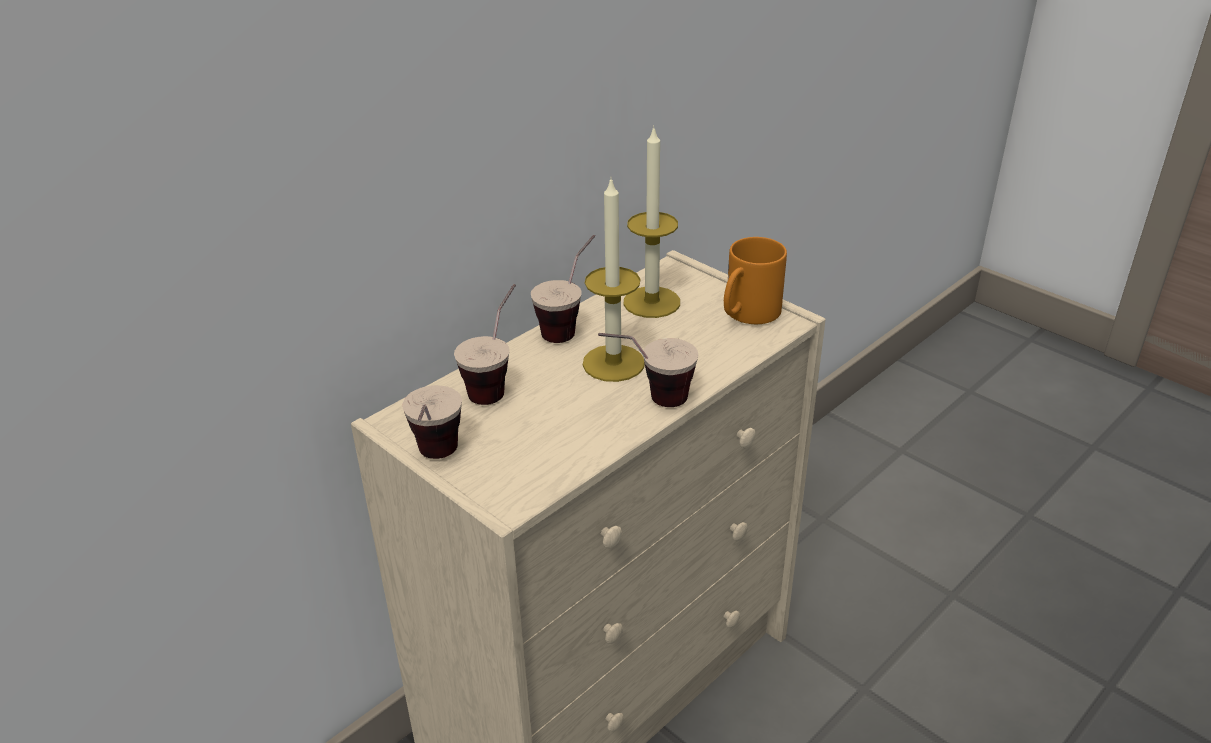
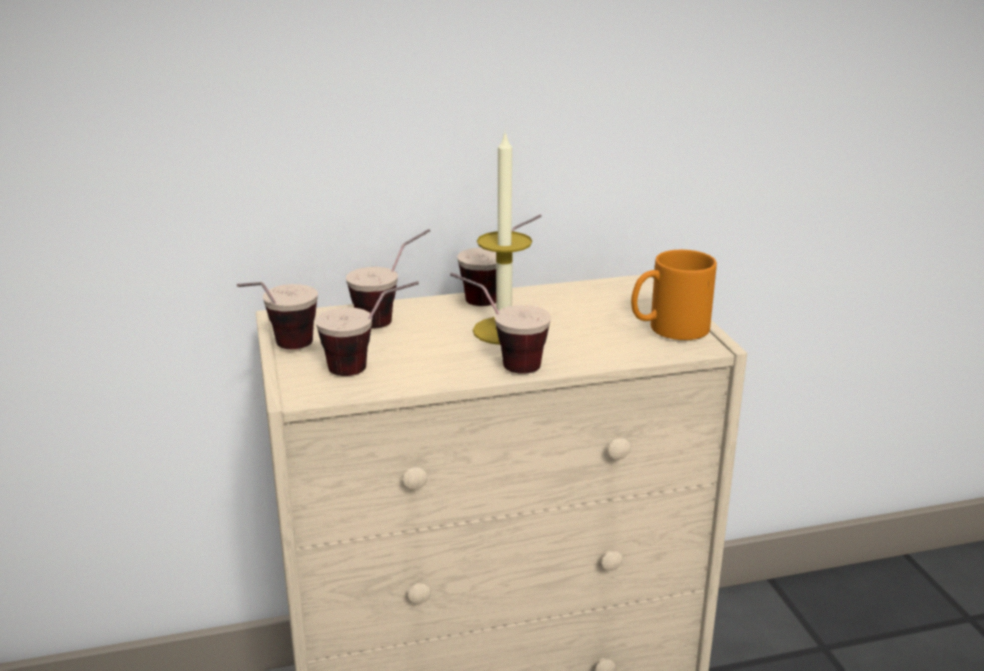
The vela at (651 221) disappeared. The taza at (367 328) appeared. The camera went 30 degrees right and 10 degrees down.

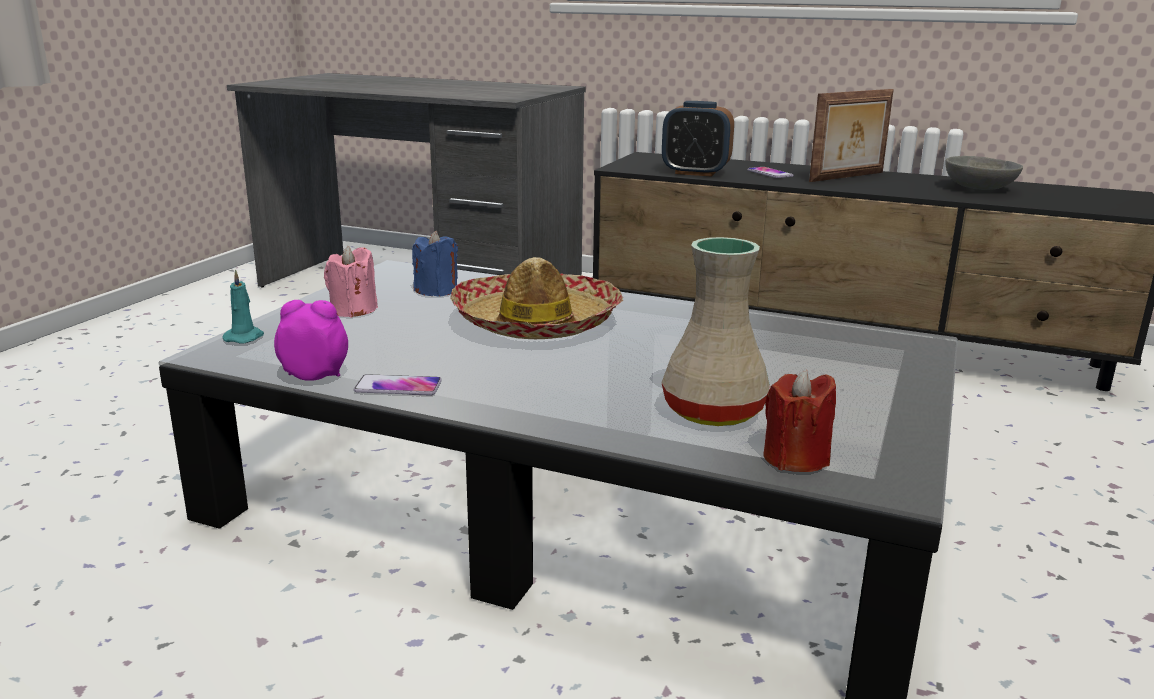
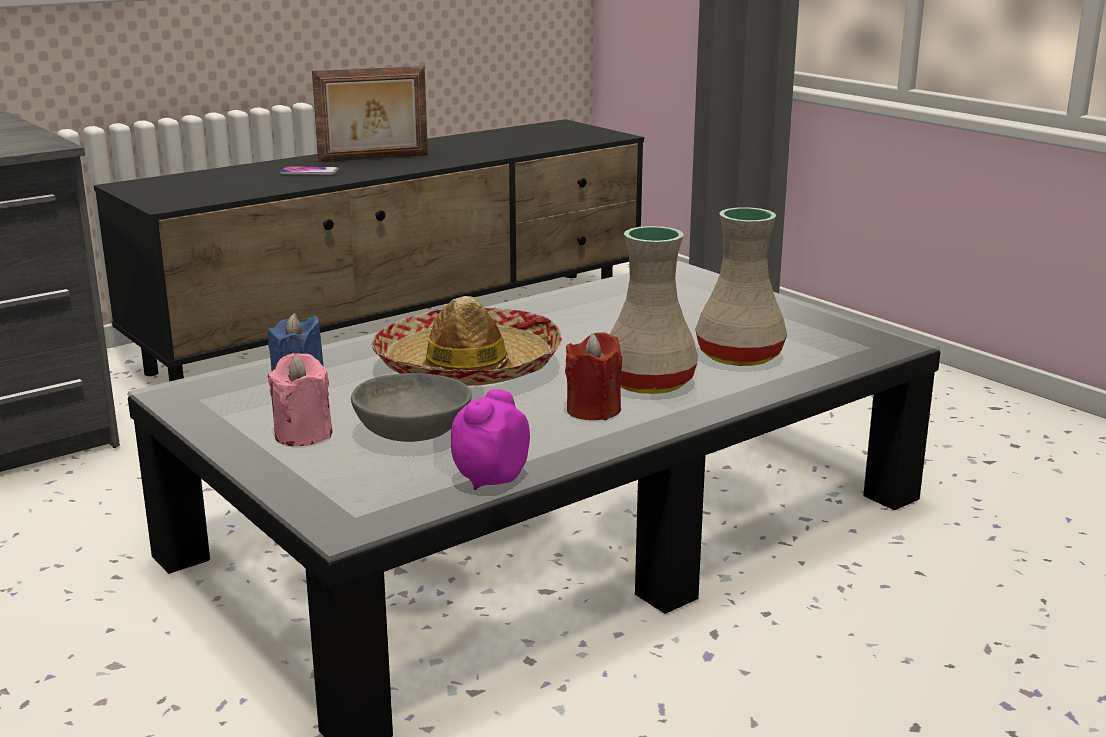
The portarretratos at (851 135) turned 75 degrees clockwise. The despertador at (698 139) disappeared. The cuenco (gris) moved from (984 173) to (411 407). The vela (turquesa) at (243 307) disappeared. The vela (rojo) moved from (799 420) to (593 376). The móvil at (398 385) disappeared. The florero (beis) at (654 310) appeared. The camera went 60 degrees left and 0 degrees up.

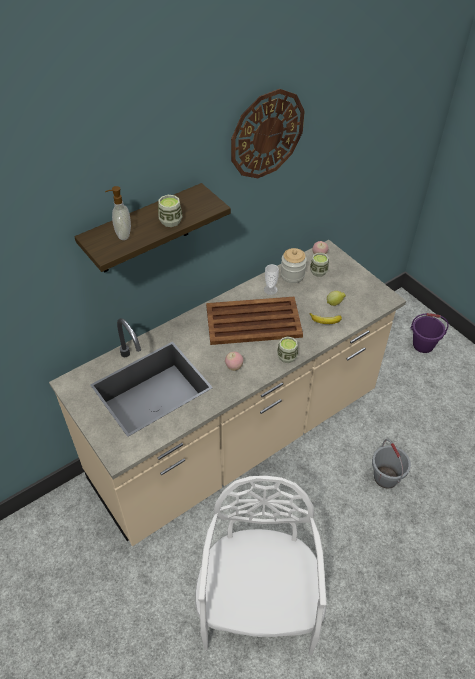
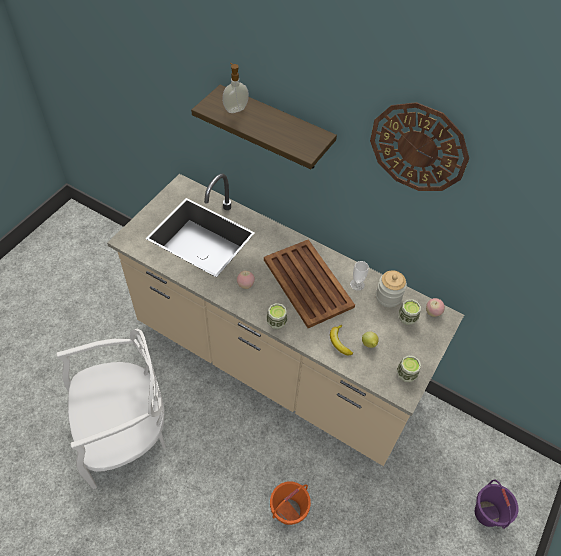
The taza moved from (170 211) to (409 368). The cubo (gris) at (391 464) became the cubo (naranja) at (290 503). The camera went 65 degrees right and 5 degrees up.

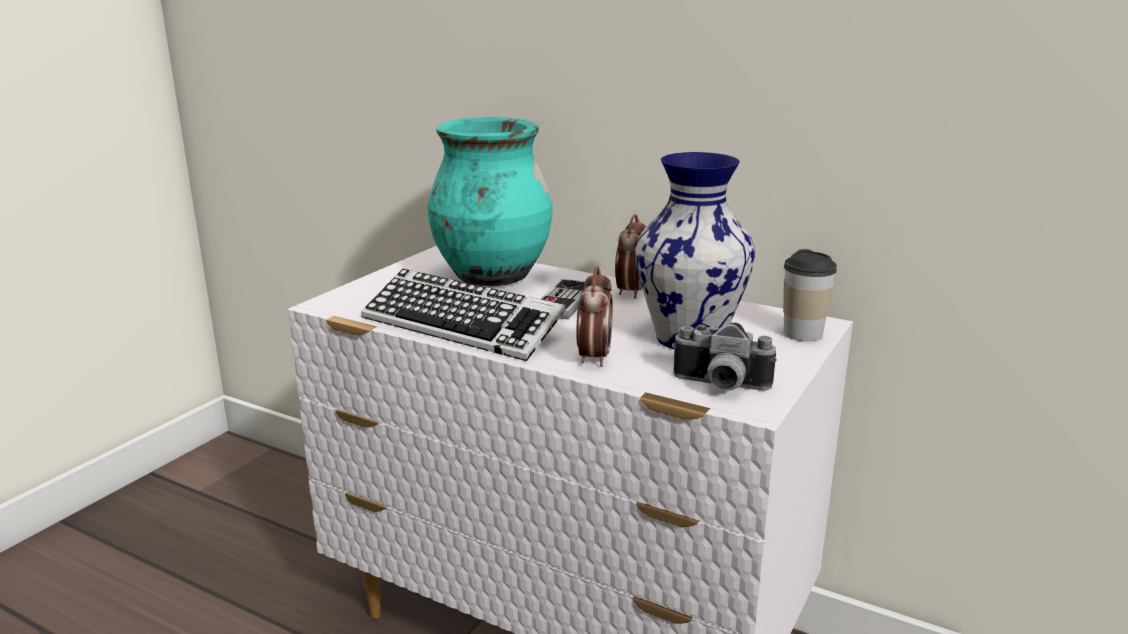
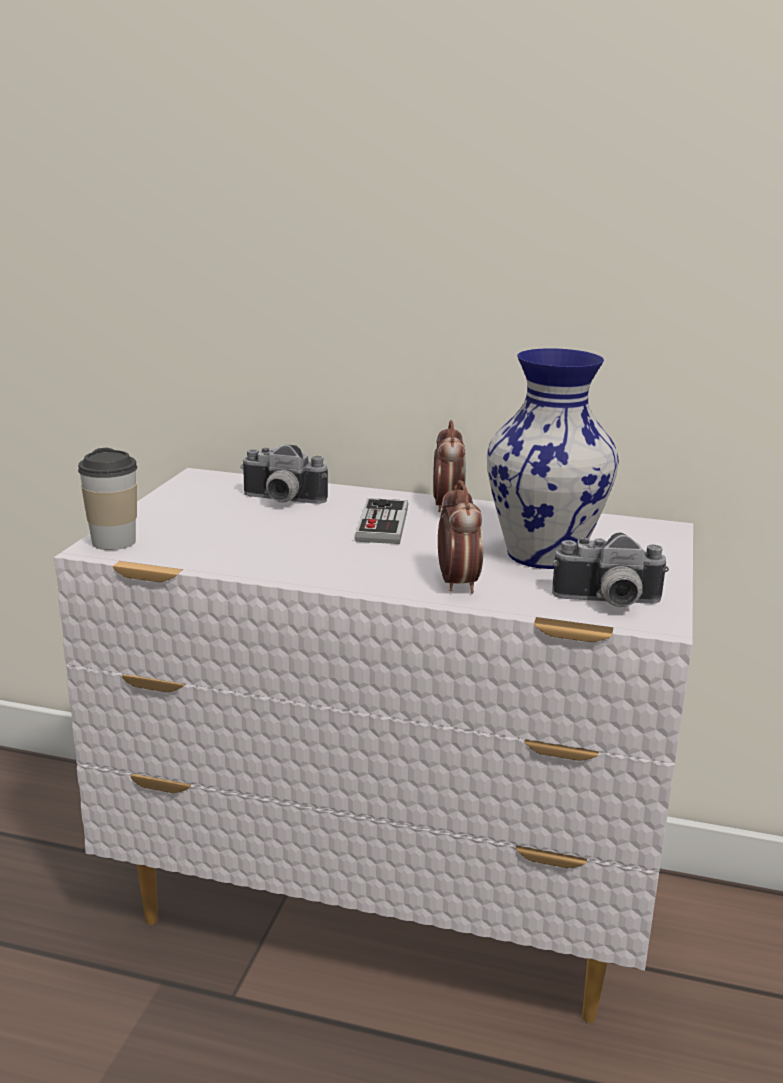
The florero (turquesa) at (490 201) was replaced by the cámara at (284 474). The taza moved from (810 295) to (107 499). The teclado at (463 315) disappeared. The camera went 15 degrees left and 0 degrees up.

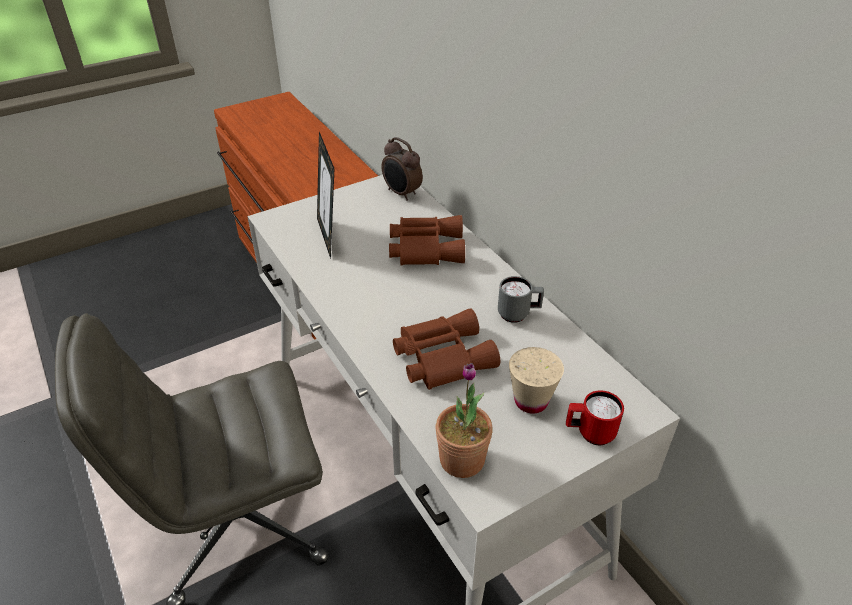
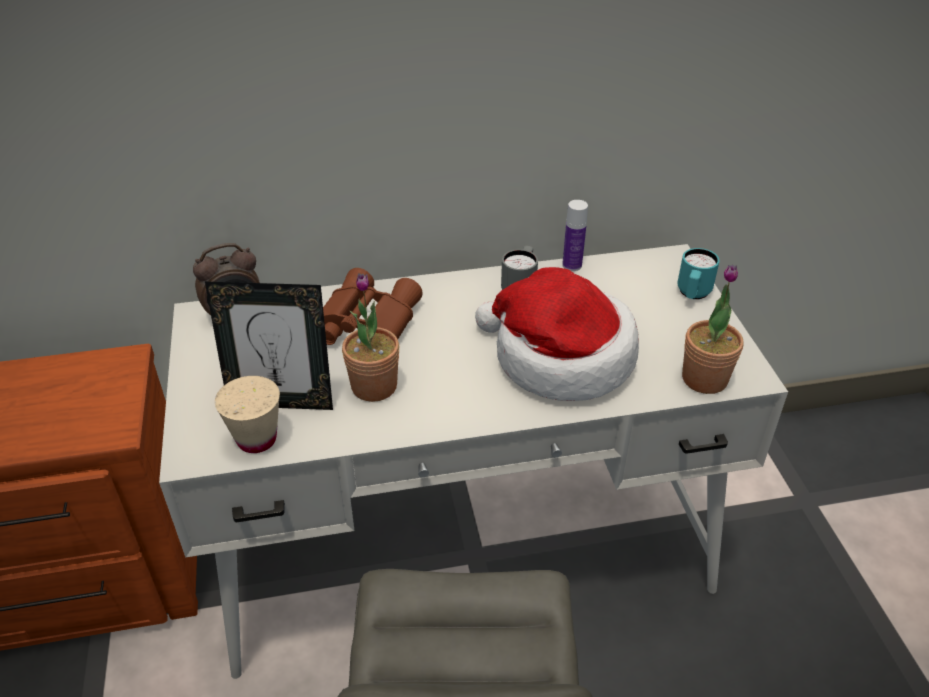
The prismáticos (marrón) at (446 349) was replaced by the sombrero at (557 334). The taza (beis) moved from (536 380) to (247 414). The taza grande (rojo) at (595 417) became the taza grande (turquesa) at (698 273). The botella at (575 235) appeared. The planta en maceta at (370 337) appeared. The camera went 70 degrees left and 0 degrees up.

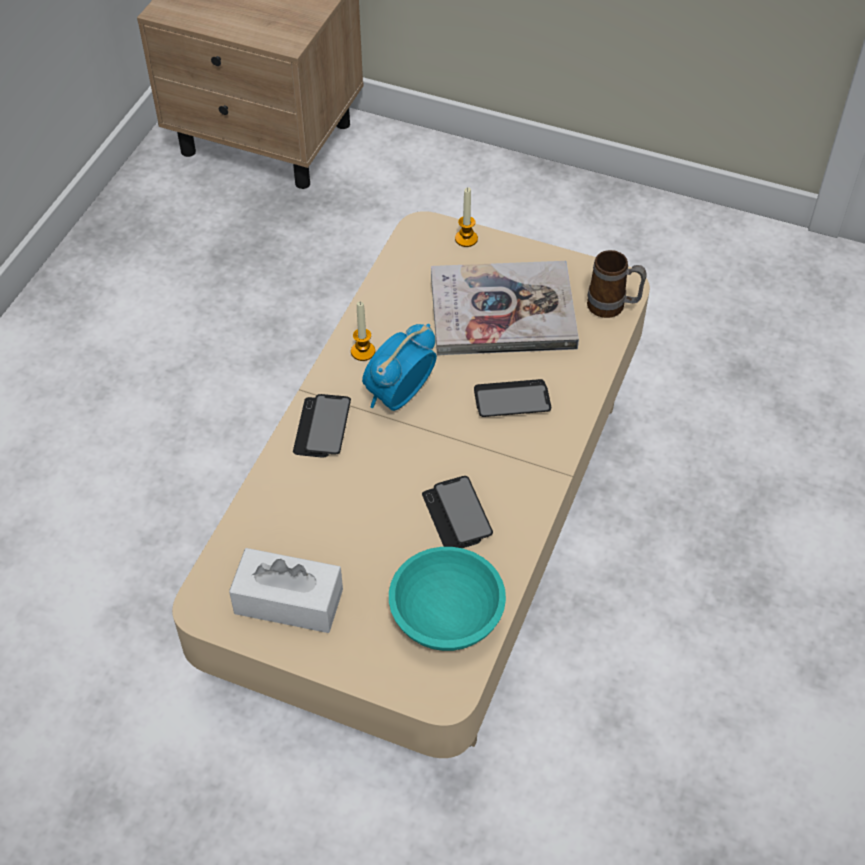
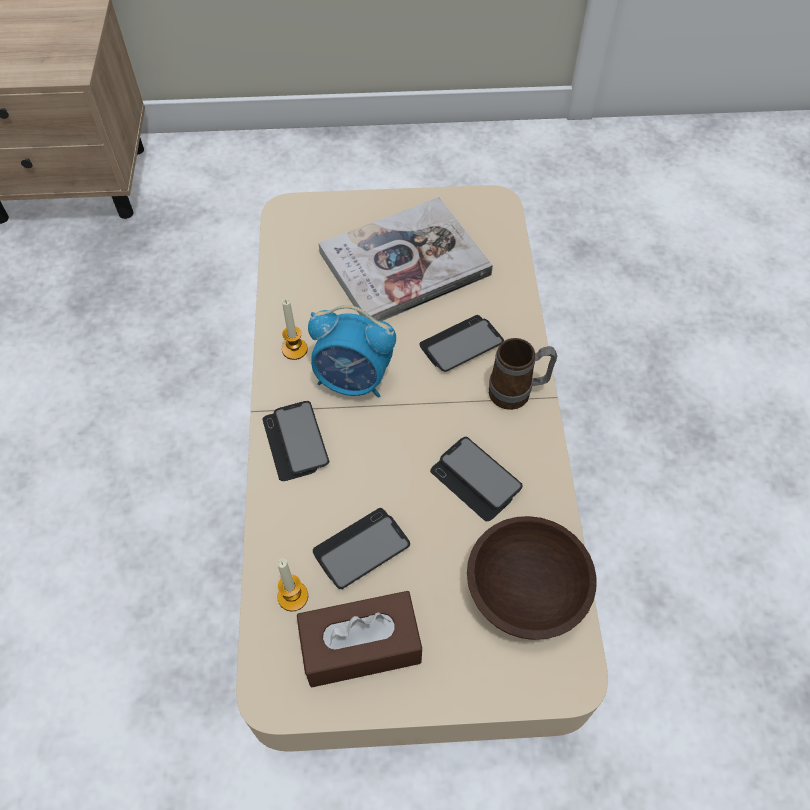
The vela moved from (466 217) to (292 585). The taza grande moved from (617 284) to (523 374). The despertador at (399 367) turned 90 degrees counterclockwise. The cuenco (turquesa) at (447 599) became the cuenco (marrón) at (532 578). The caja de pañuelos (blanco) at (286 590) became the caja de pañuelos (marrón) at (359 639). The móvil at (361 548) appeared. The camera went 25 degrees left and 5 degrees up.

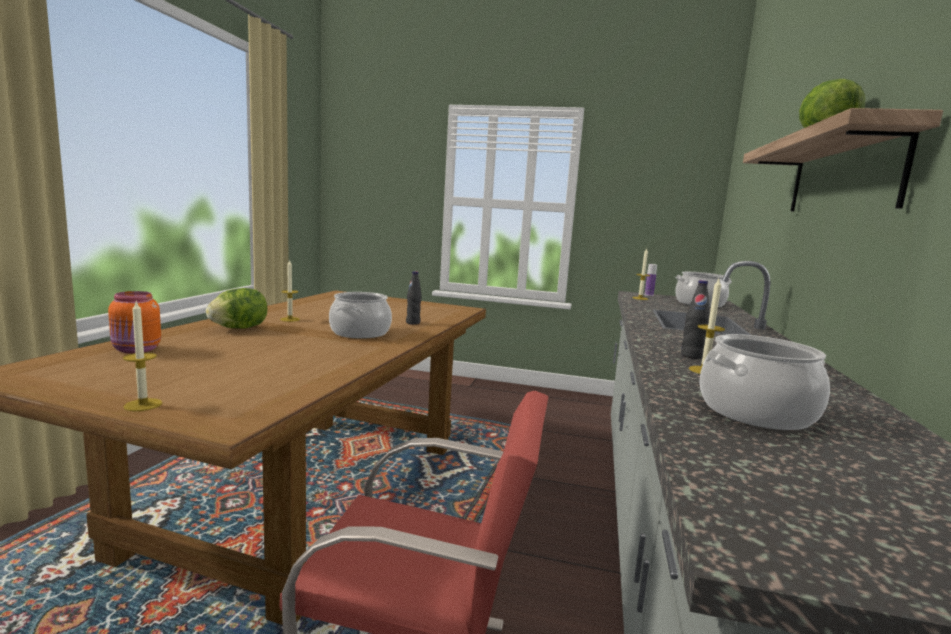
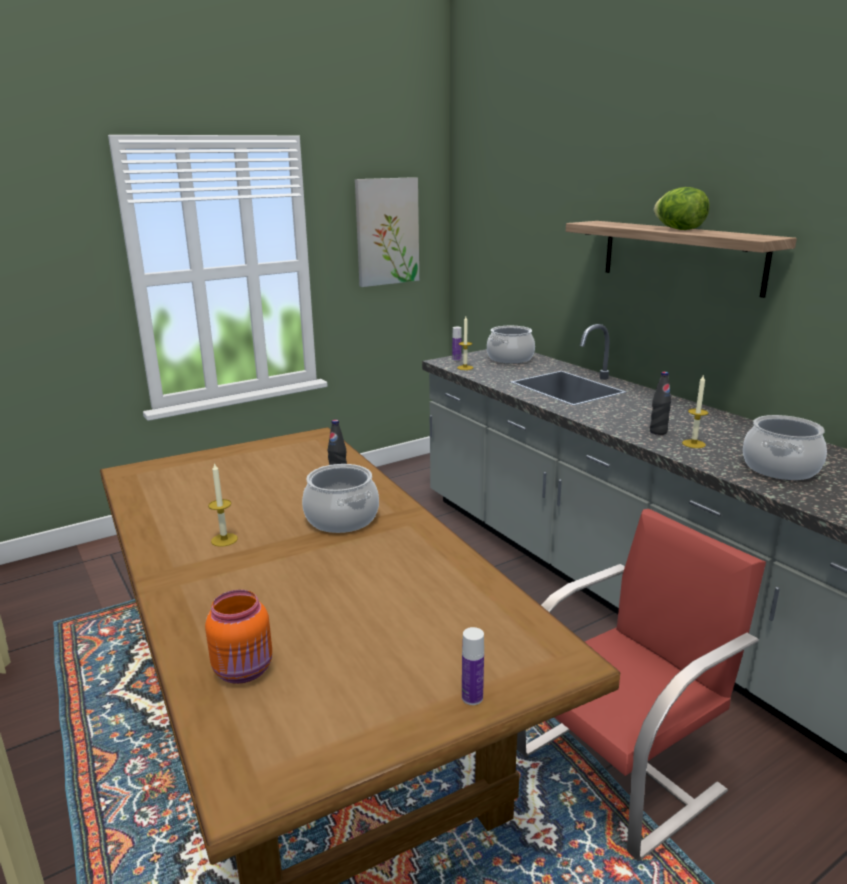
The lechuga at (236 308) disappeared. The vela at (142 356) was replaced by the botella at (473 666). The cuadro at (387 232) appeared. The camera went 45 degrees left and 10 degrees up.

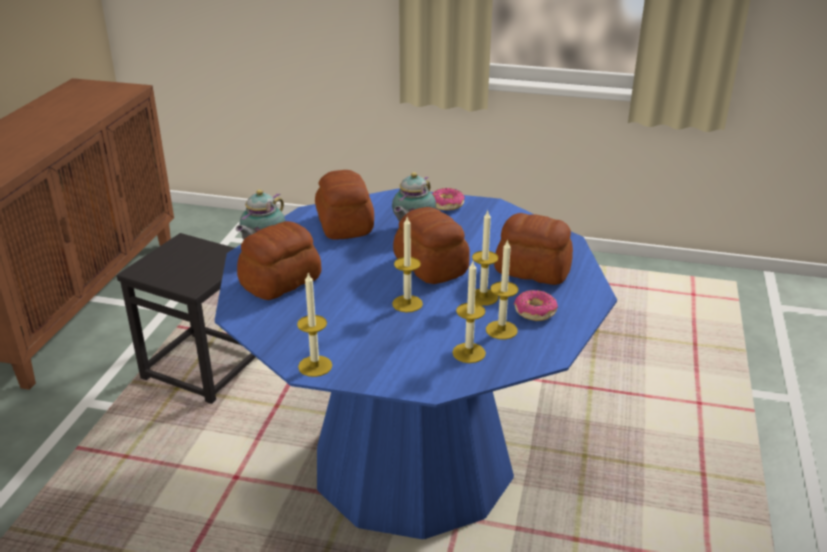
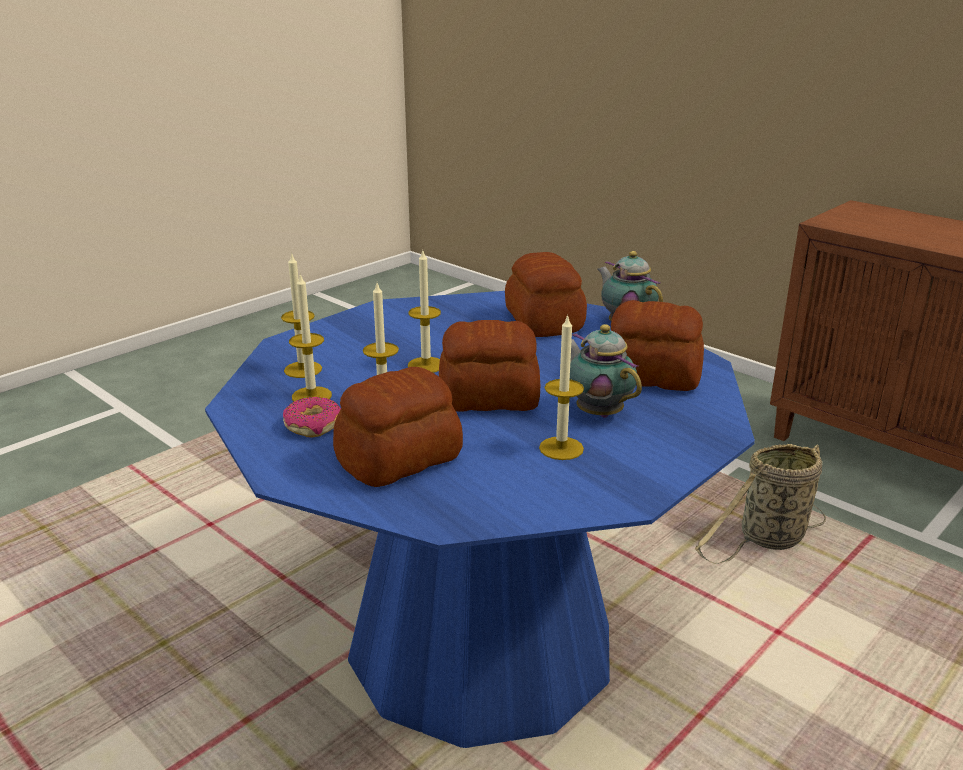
The rosquilla at (448 199) disappeared. The taburete (negro) at (186 318) was replaced by the cesta at (760 504). The vela moved from (314 324) to (561 387). The camera went 120 degrees right and 5 degrees down.

